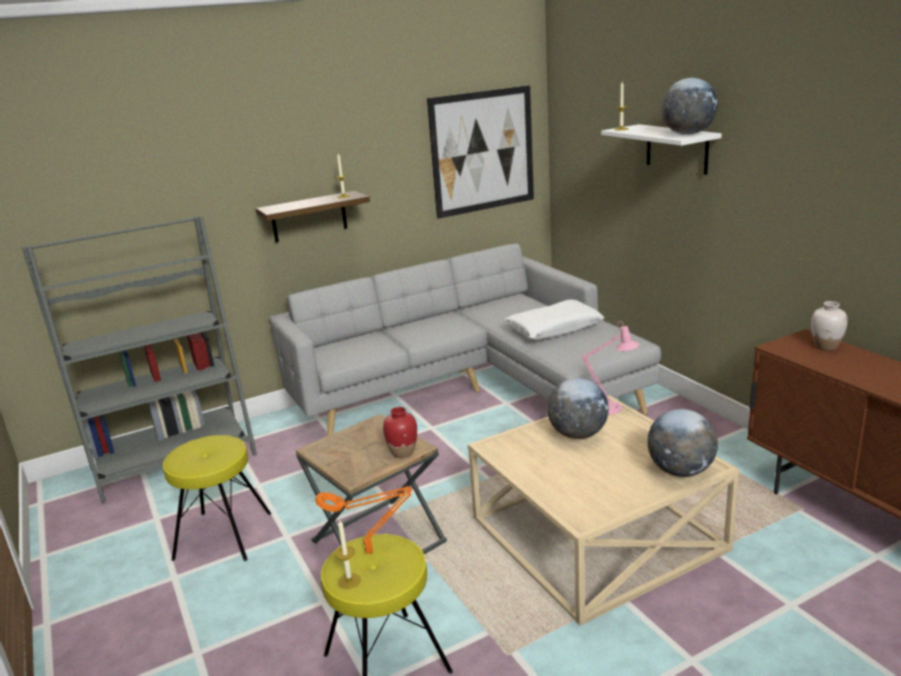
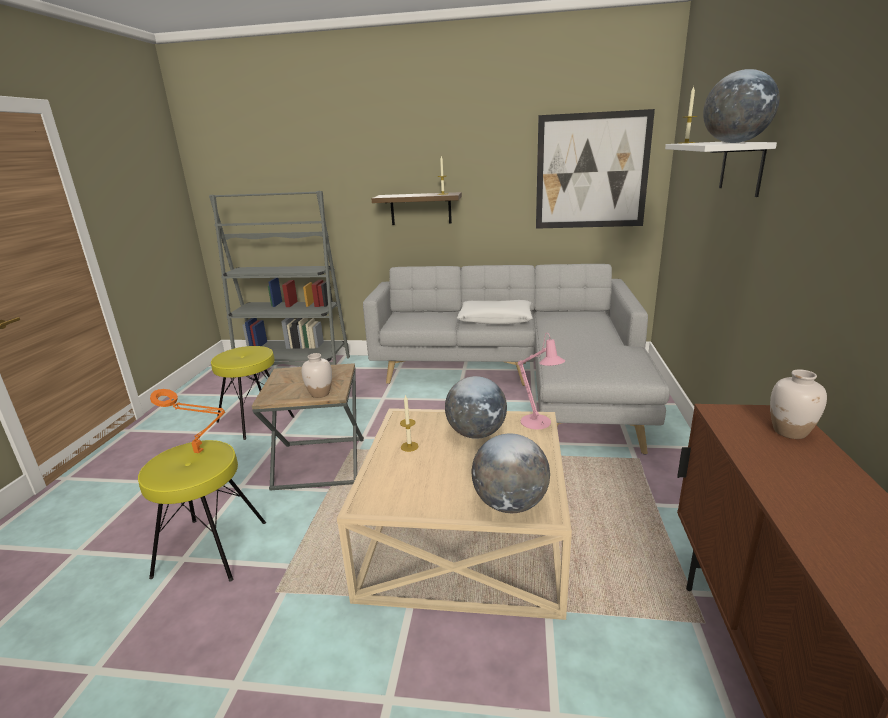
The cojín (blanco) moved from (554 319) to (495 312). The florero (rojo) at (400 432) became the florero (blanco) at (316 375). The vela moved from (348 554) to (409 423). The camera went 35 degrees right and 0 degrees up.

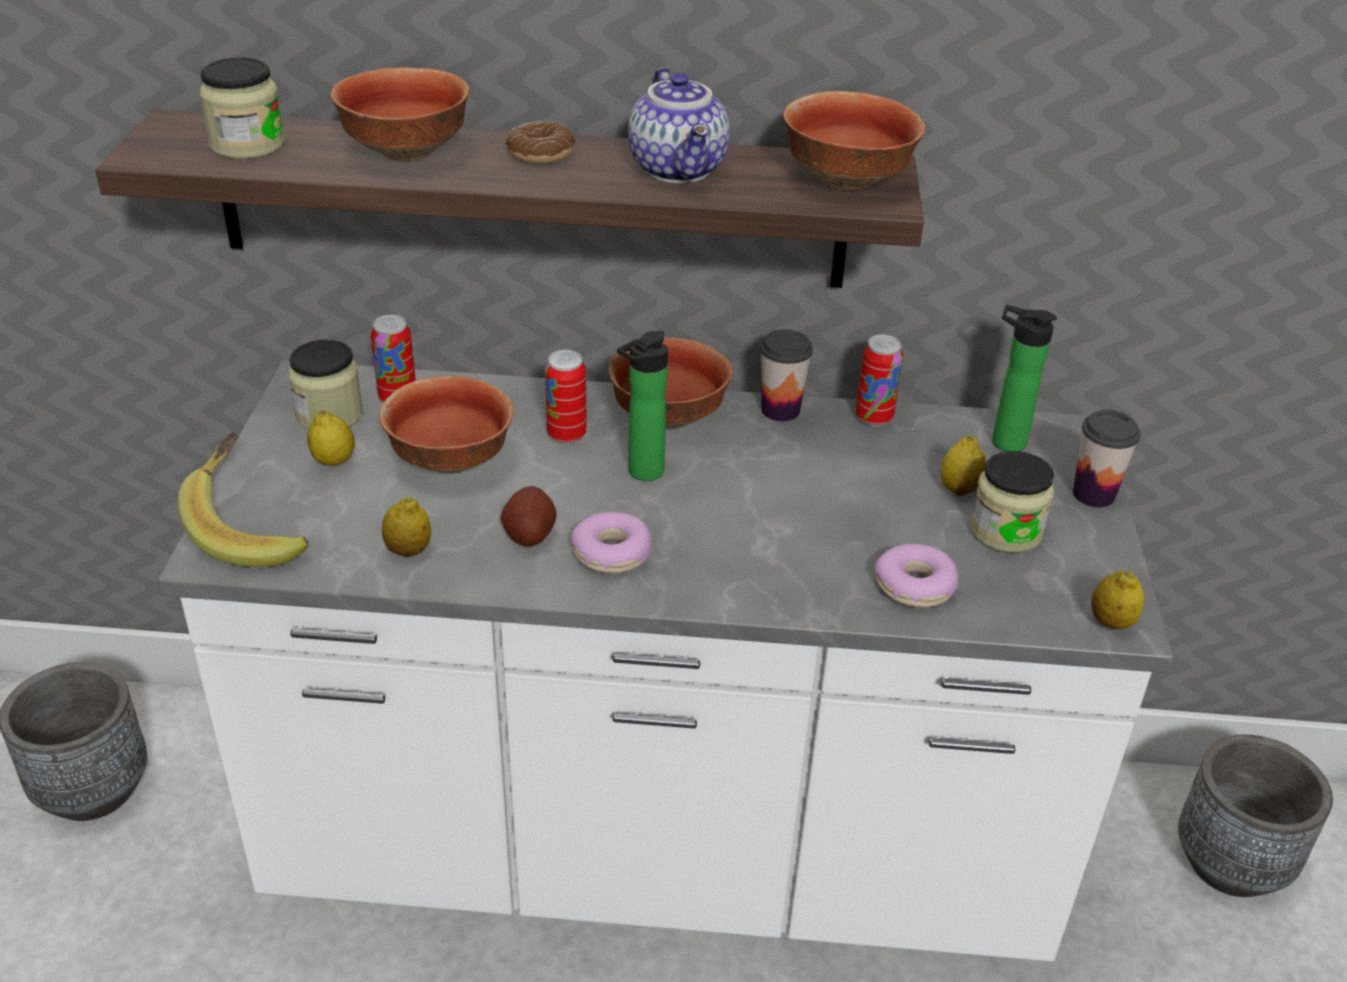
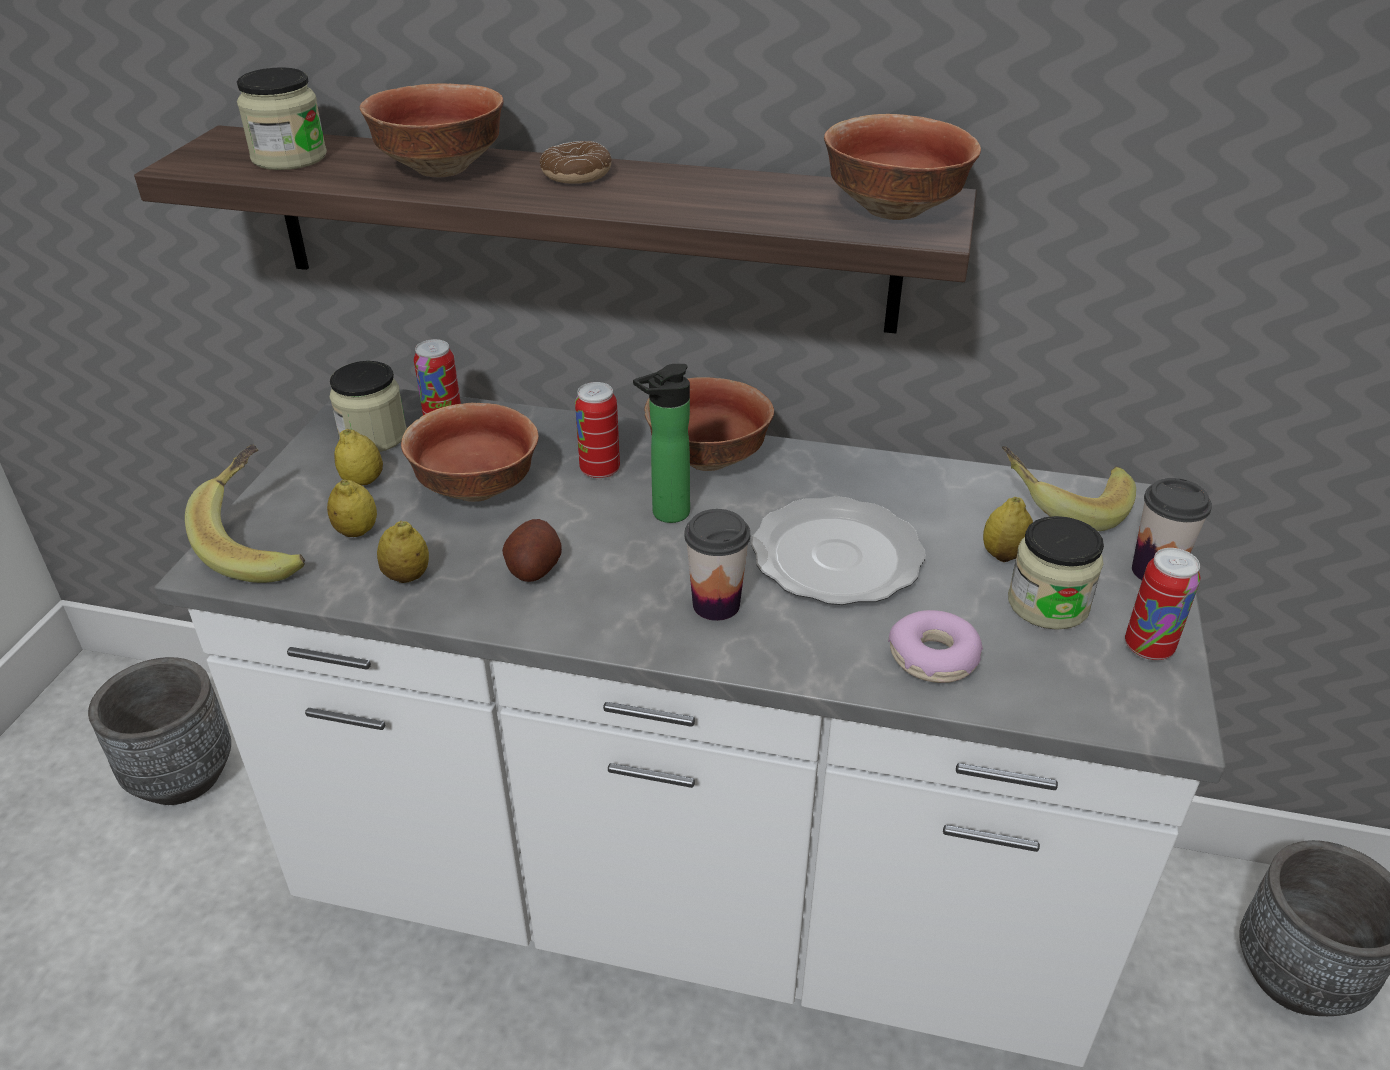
The tetera at (679 125) disappeared. The botella at (1024 378) was replaced by the plátano at (1069 488). The taza moved from (786 375) to (717 565). The lata moved from (879 380) to (1162 604). The rosquilla at (611 543) disappeared. The limón moved from (1117 600) to (352 508). The plato at (838 550) appeared. The camera went 10 degrees right and 0 degrees up.

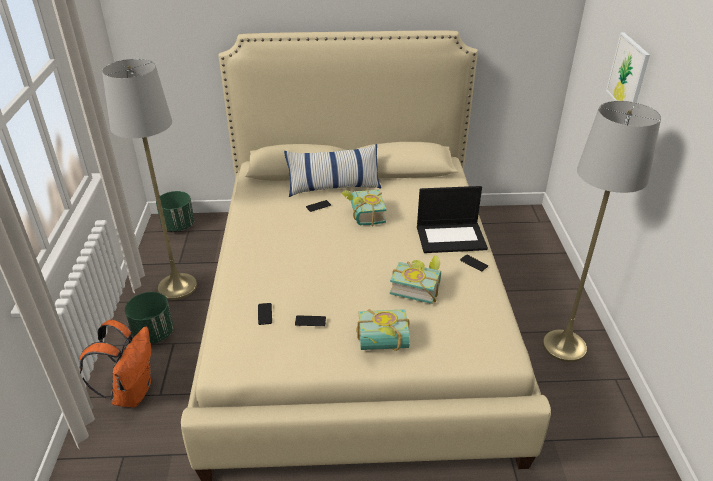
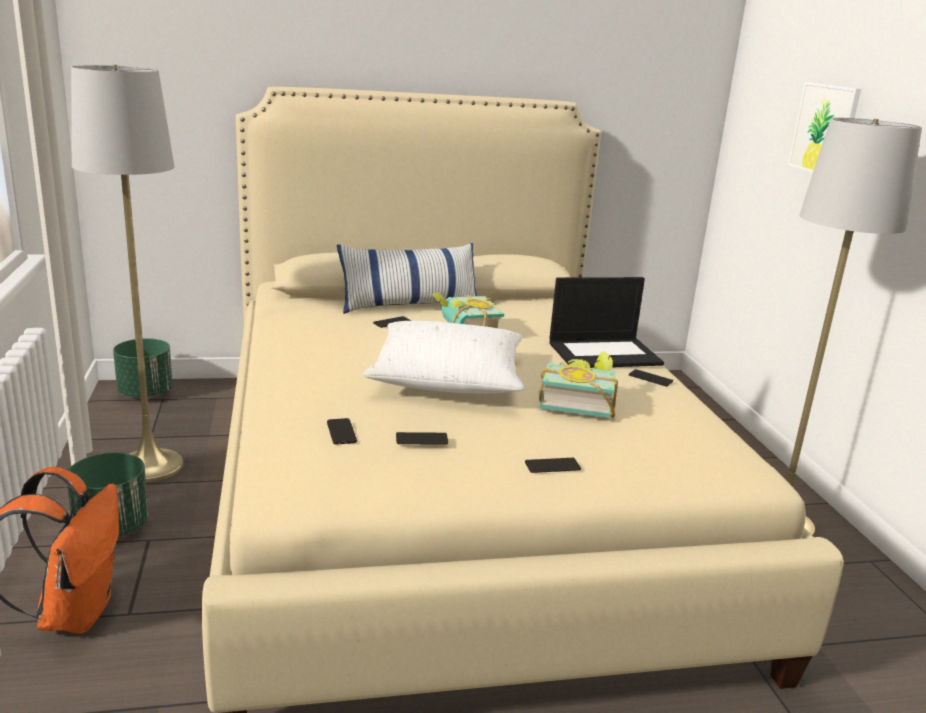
The libro at (383 330) was replaced by the móvil at (553 465). The cojín (blanco) at (443 357) appeared. The camera went 10 degrees left and 15 degrees down.

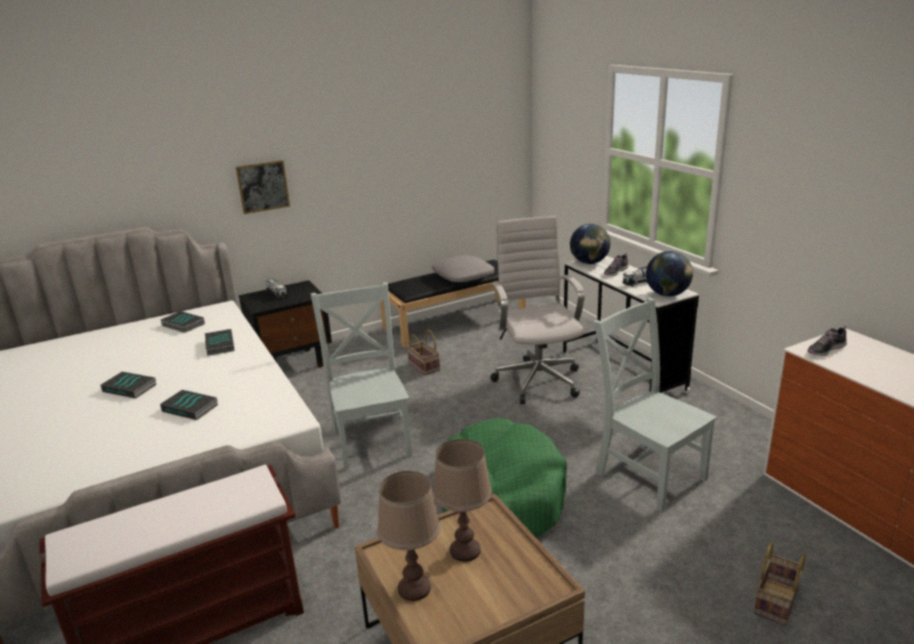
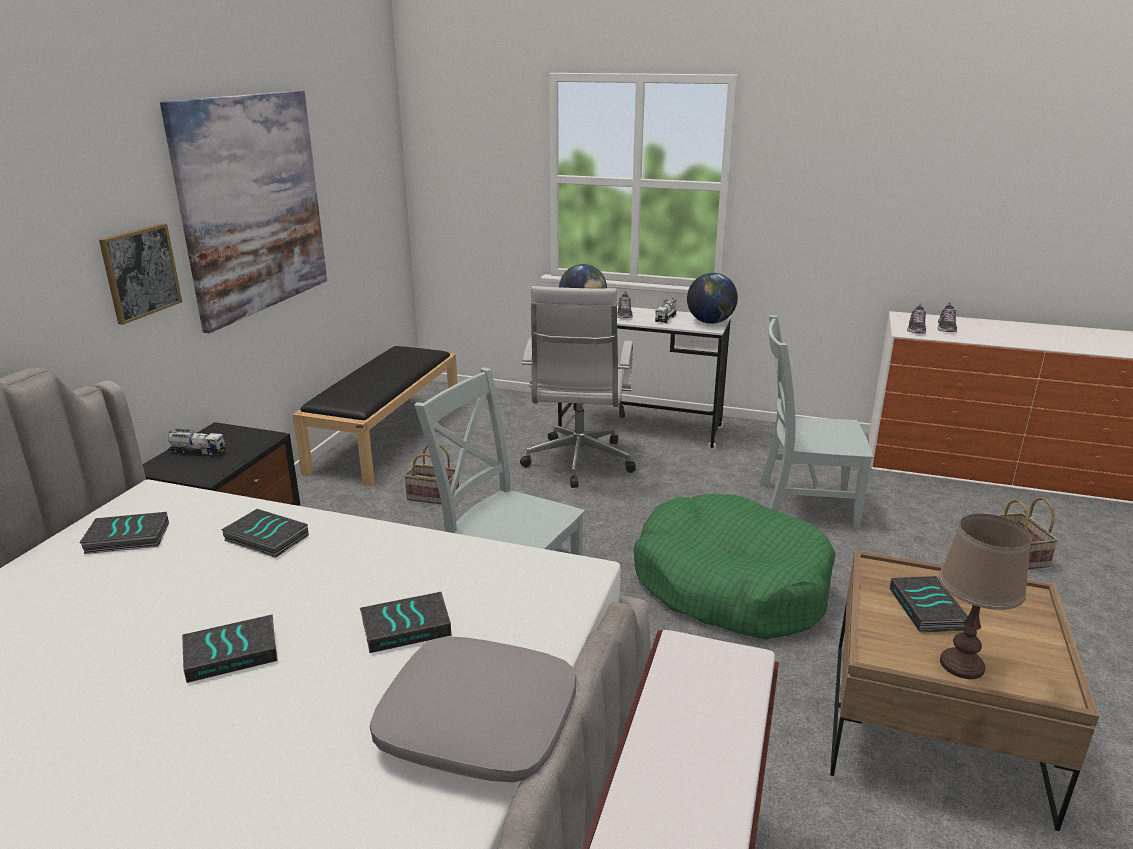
The silla de oficina (blanco) at (537 310) turned 120 degrees counterclockwise. The cojín (gris) moved from (463 268) to (473 709). The lámpara de mesa (marrón) at (462 500) was replaced by the libro at (929 604). The cuadro at (243 211) appeared. The zapato at (947 317) appeared. The camera went 45 degrees left and 0 degrees up.

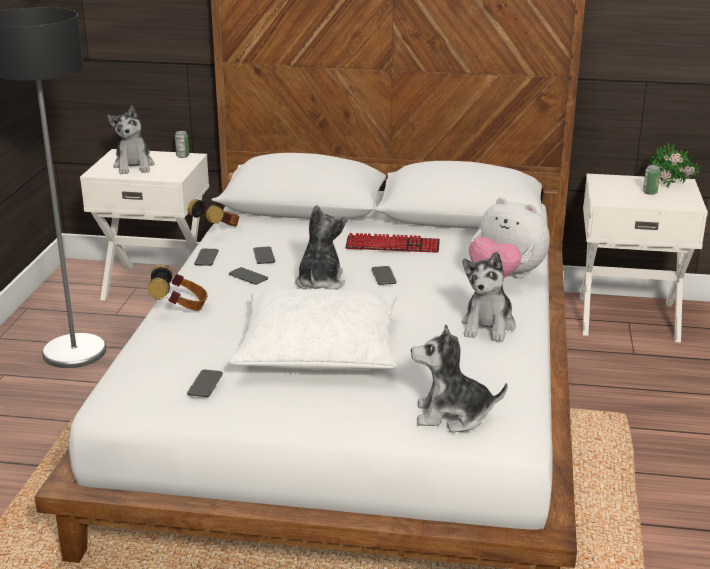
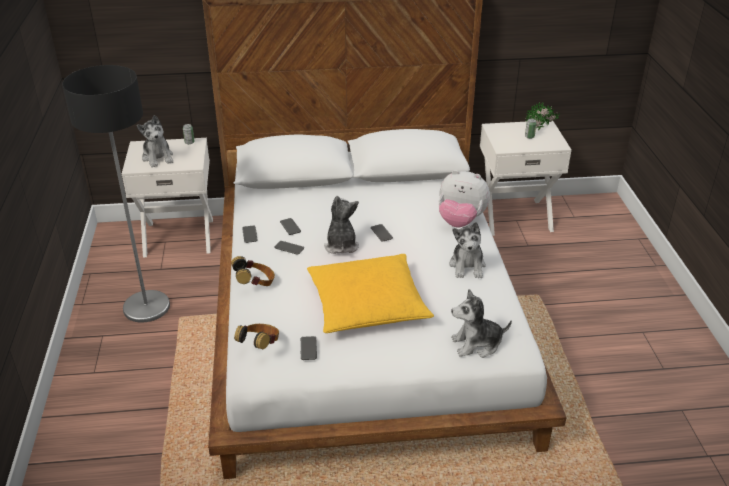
The auriculares moved from (213 212) to (256 336). The teclado at (392 243) disappeared. The cojín (blanco) at (313 329) became the cojín (amarillo) at (370 293). The camera went 15 degrees left and 10 degrees up.

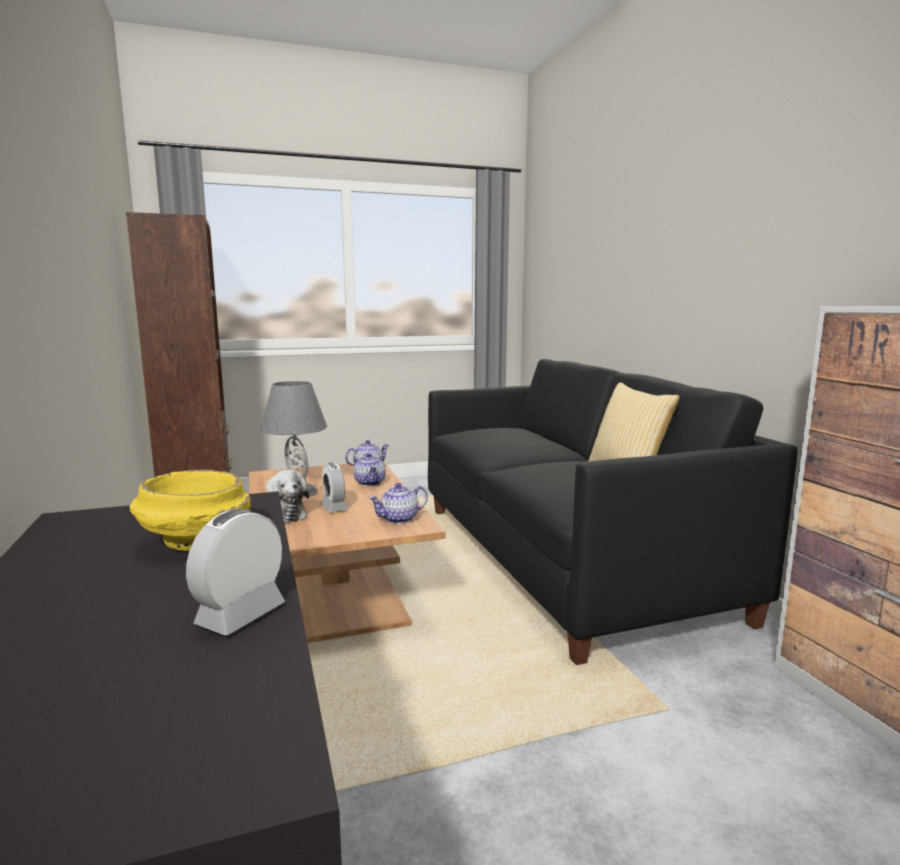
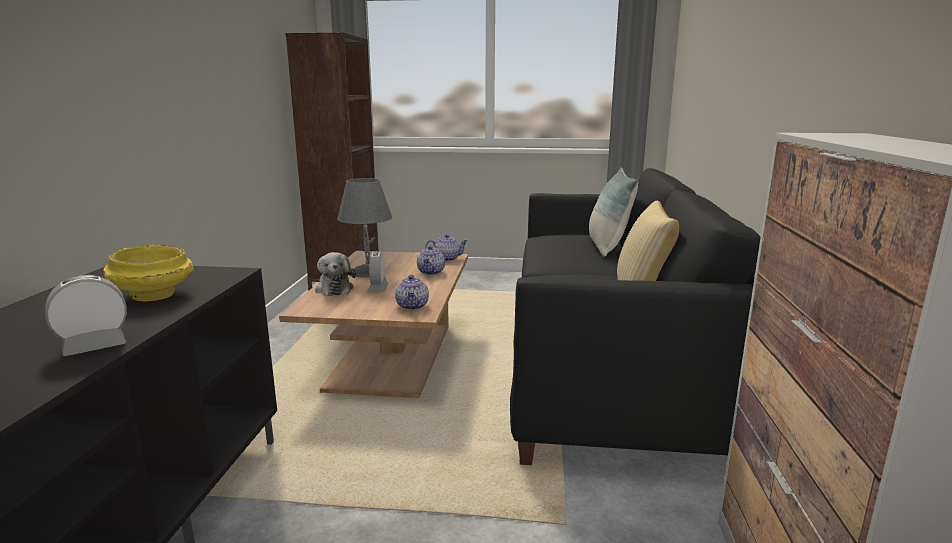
The tetera at (398 503) turned 90 degrees counterclockwise. The cojín at (613 212) appeared. The camera went 25 degrees right and 5 degrees up.

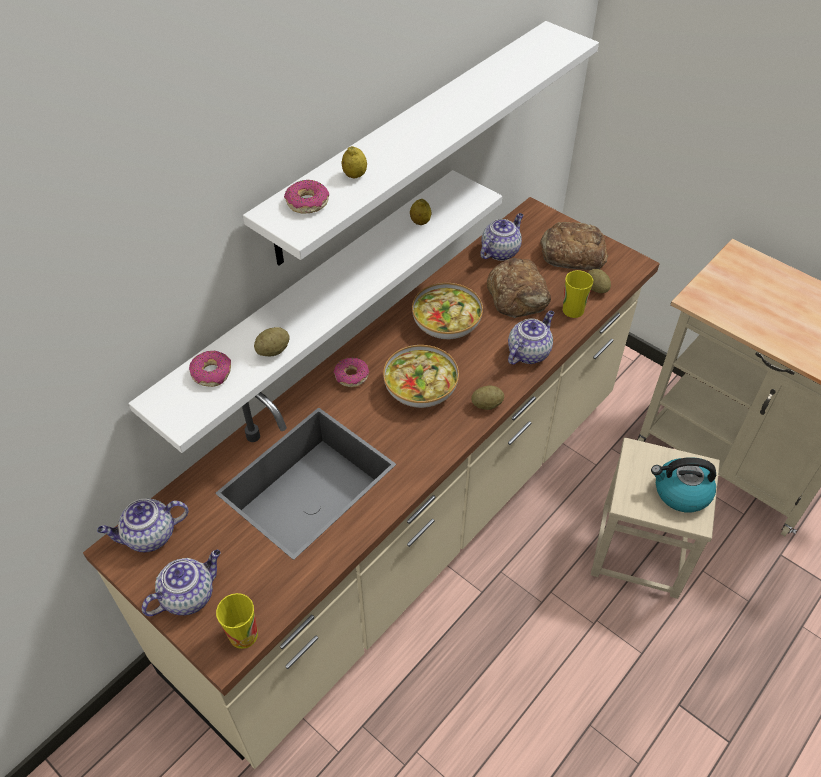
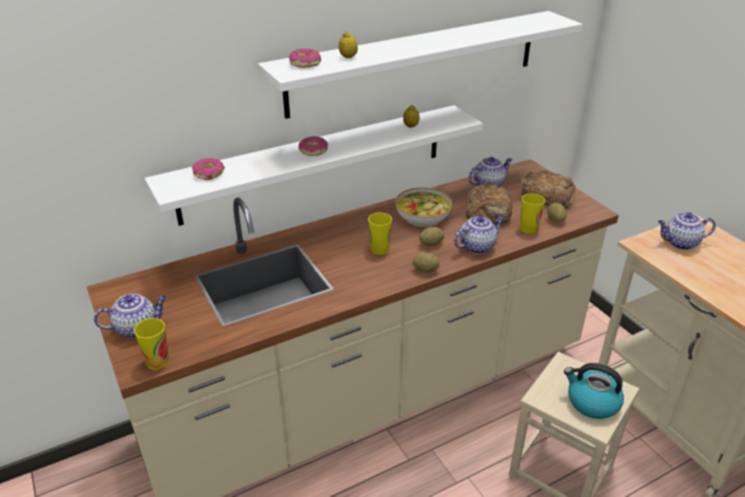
The patata moved from (272 341) to (431 236). The cuenco at (421 376) was replaced by the taza at (380 234). The rosquilla moved from (351 372) to (313 146). The tetera moved from (142 525) to (687 231). The camera went 20 degrees right and 15 degrees down.

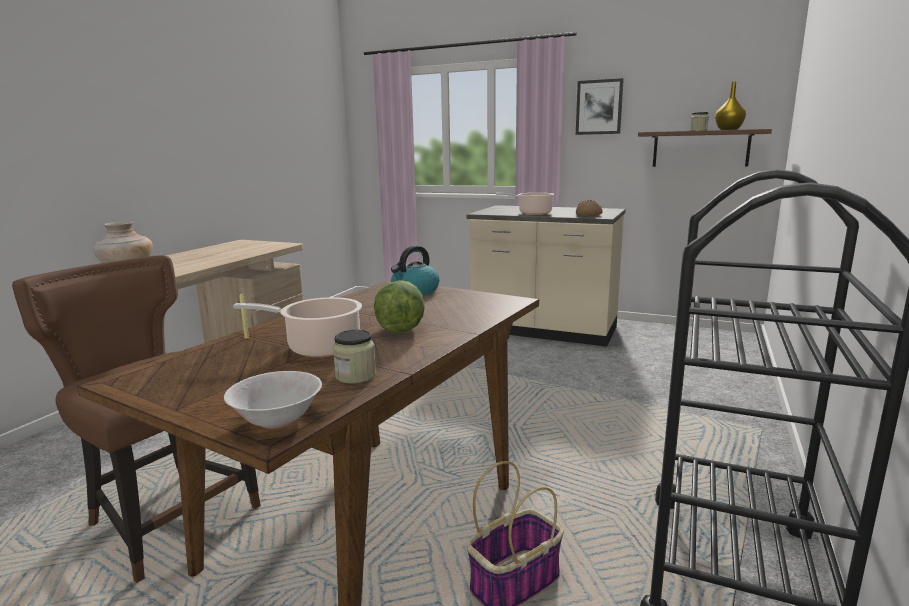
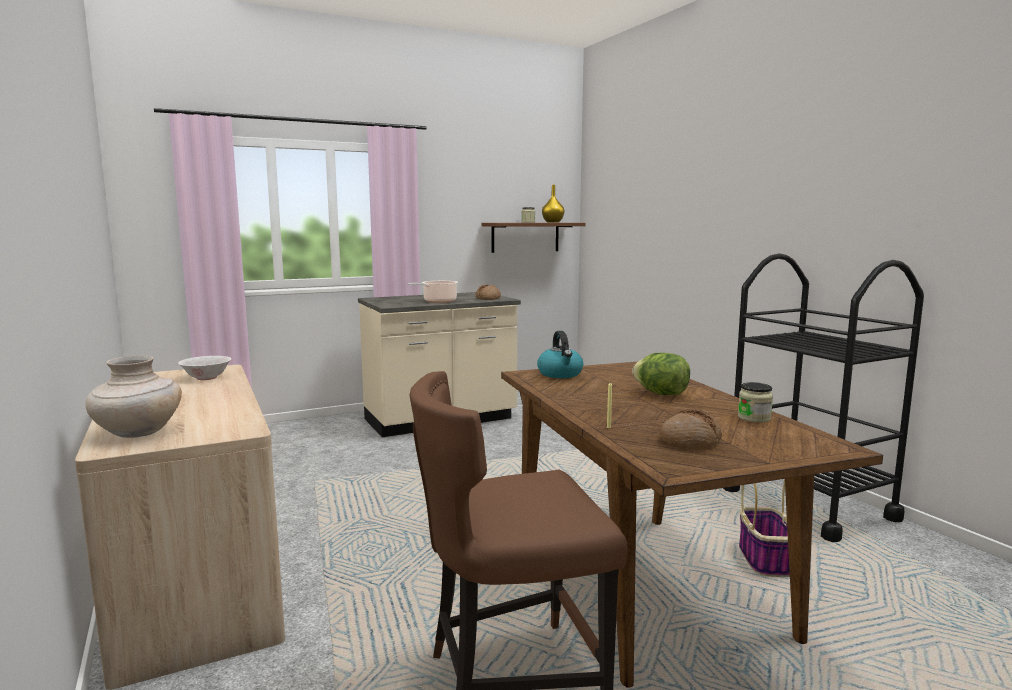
The cuadro at (600 106) disappeared. The olla at (297 327) disappeared. The cuenco (blanco) moved from (273 400) to (204 368). The pan at (691 428) appeared. The camera went 50 degrees left and 5 degrees down.

